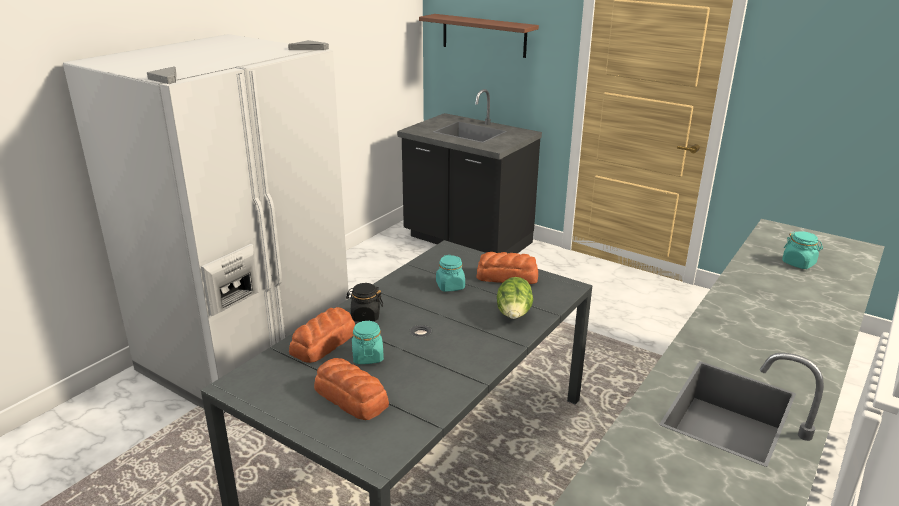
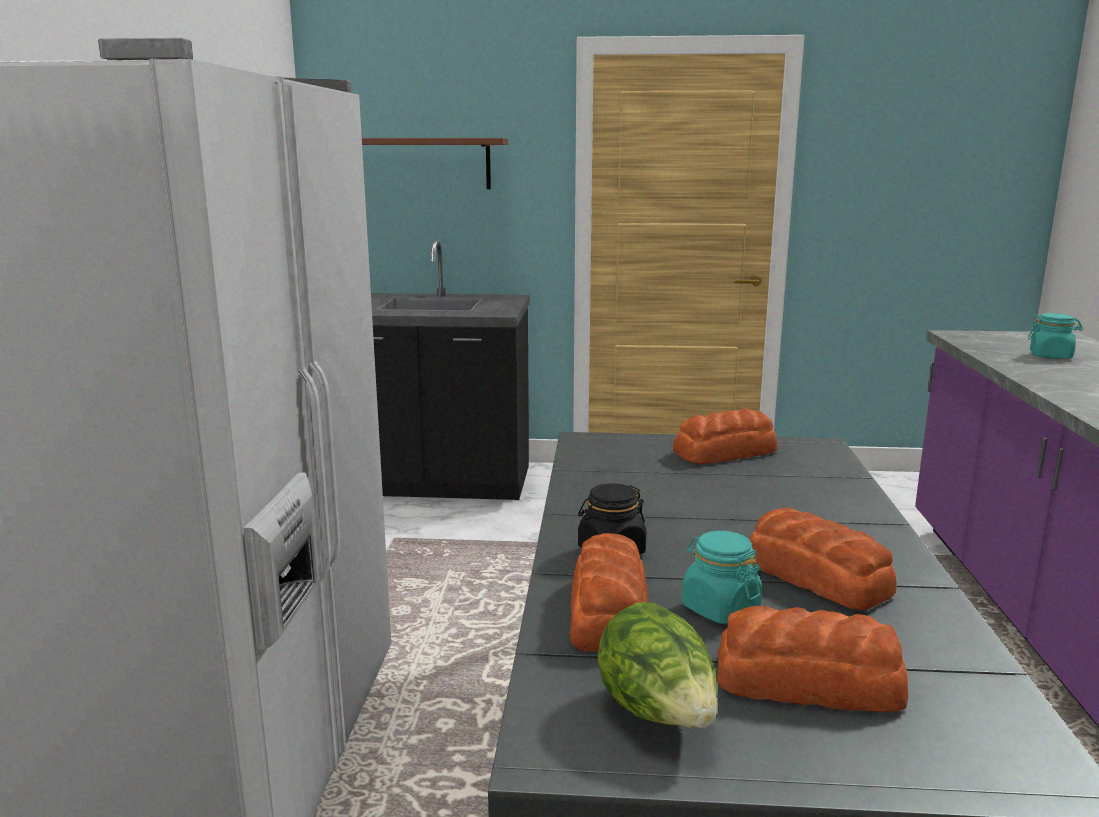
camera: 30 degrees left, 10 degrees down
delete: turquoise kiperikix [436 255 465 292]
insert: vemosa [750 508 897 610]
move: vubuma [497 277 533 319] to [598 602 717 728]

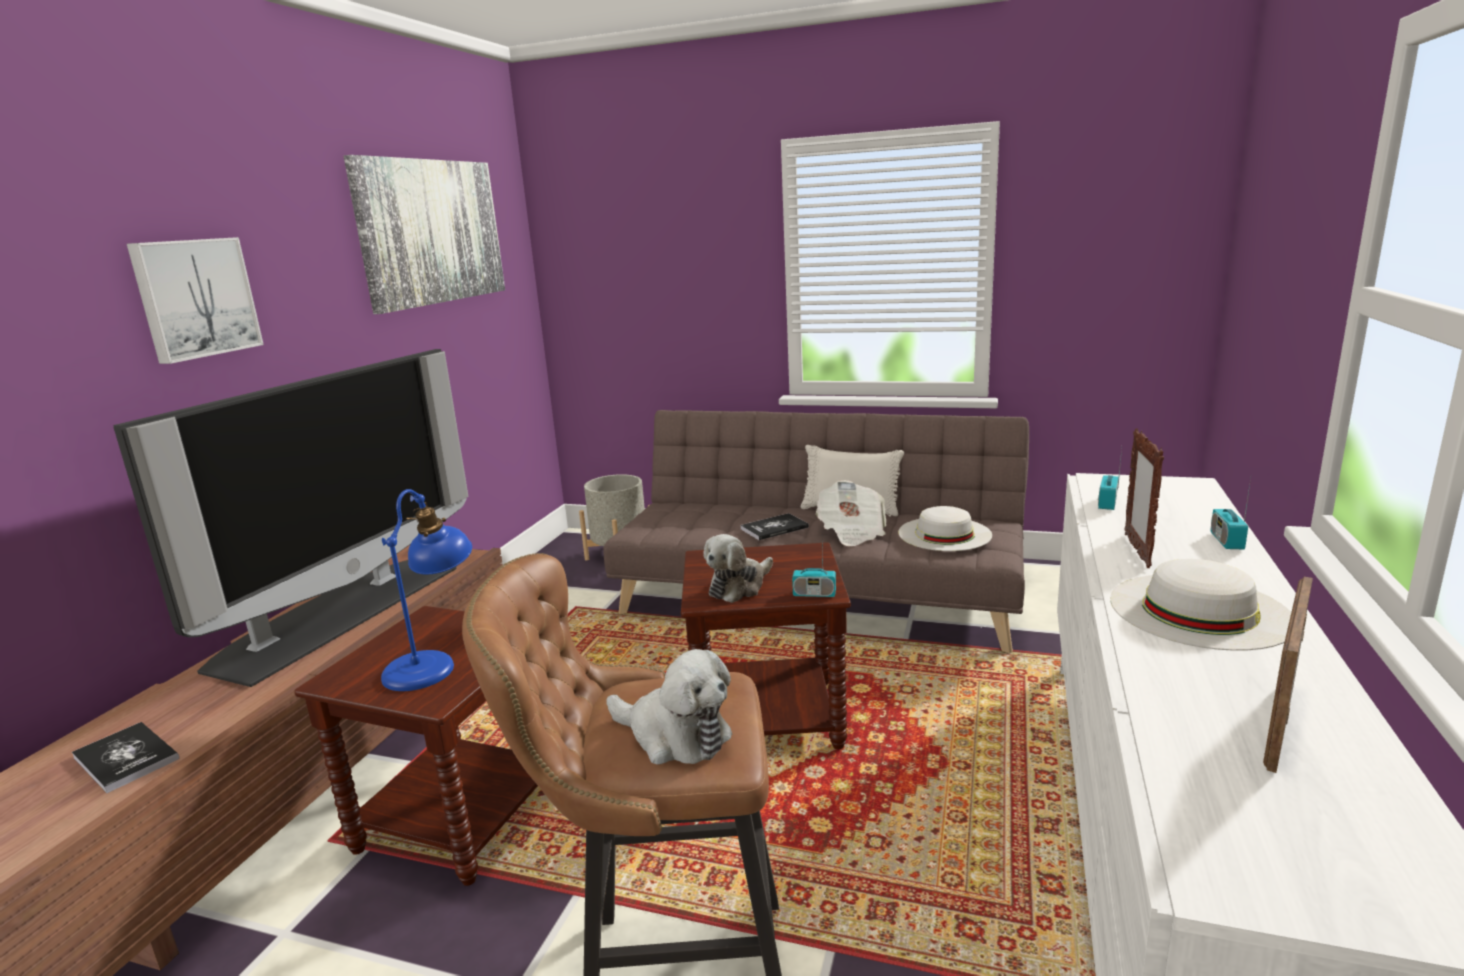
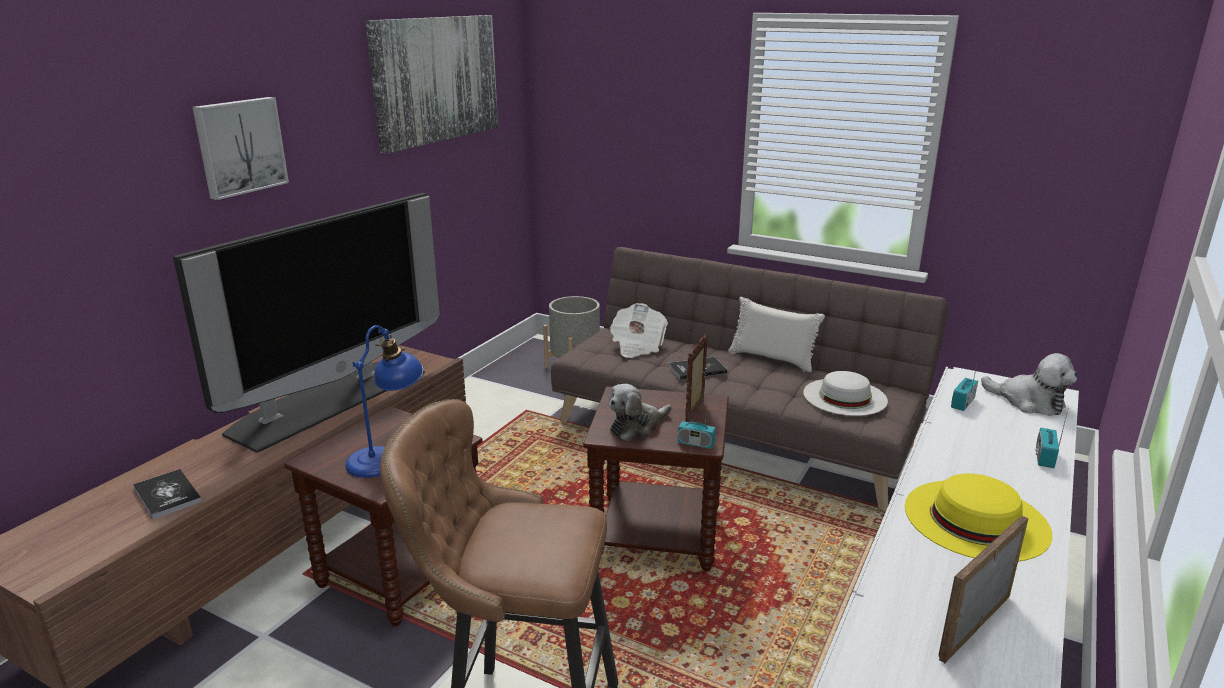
camera: 10 degrees right, 5 degrees up
move: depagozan [606 649 733 765] to [981 353 1077 416]; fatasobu [816 480 886 547] to [609 303 668 358]; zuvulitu [1124 428 1164 568] to [685 332 708 422]
recolor: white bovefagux [1110 559 1291 651] to yellow bovefagux [905 473 1053 562]

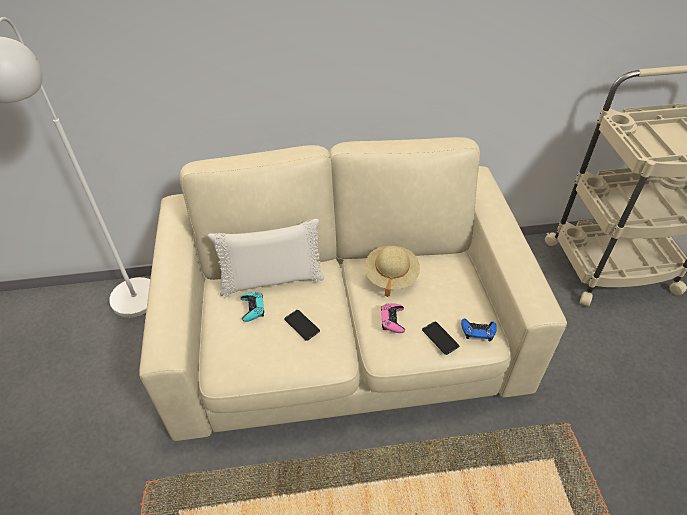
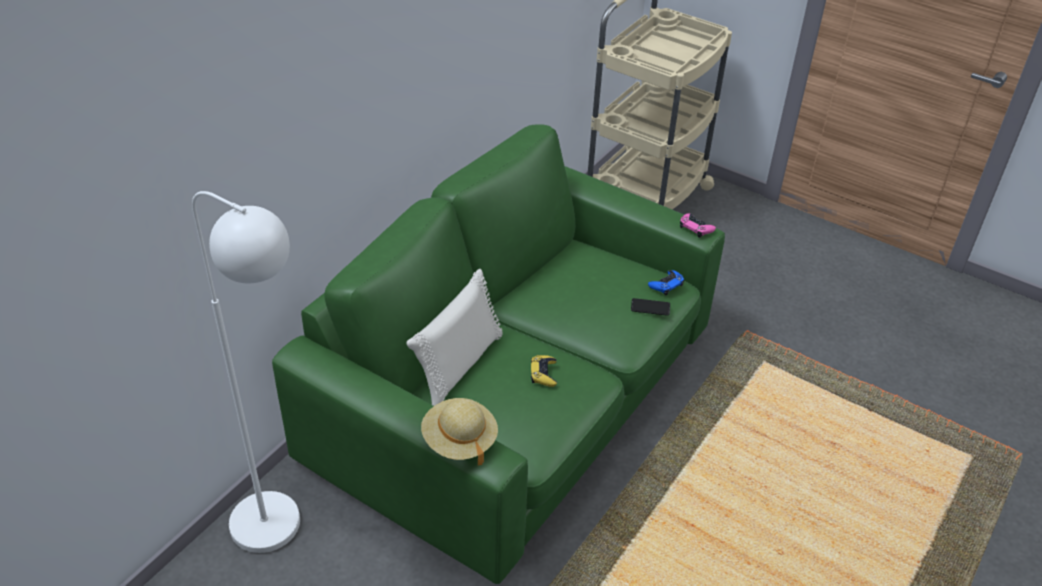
camera: 50 degrees left, 5 degrees down
delete: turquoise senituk [241 292 264 322]
move: beige bovefagux [365 246 420 297] to [421 398 498 465]; pink senituk [381 304 405 333] to [680 213 716 238]
replace: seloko [284 310 320 341] to yellow senituk [531 355 557 387]
recolor: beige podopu [139 137 567 441] to green podopu [272 124 725 584]

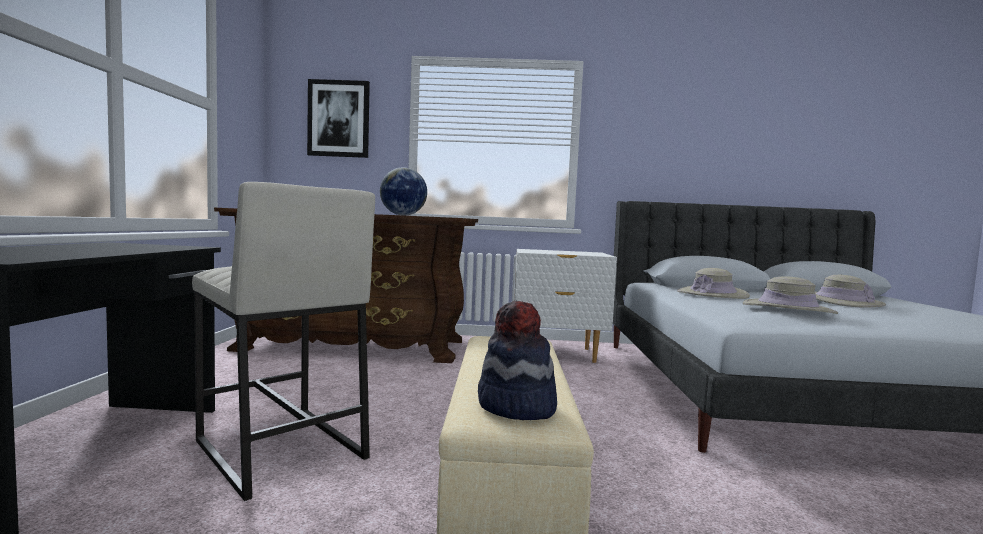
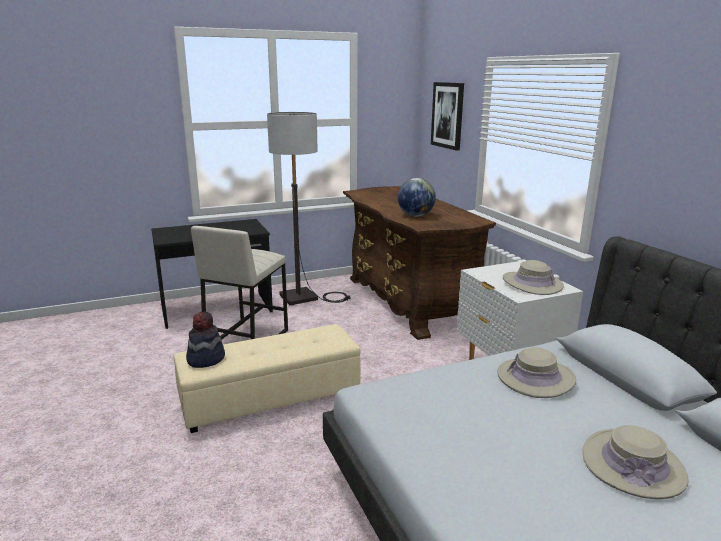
camera: 65 degrees right, 15 degrees up
insert: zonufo [267 112 351 305]
move: beige bovefagux [743 276 838 314] to [503 260 564 295]

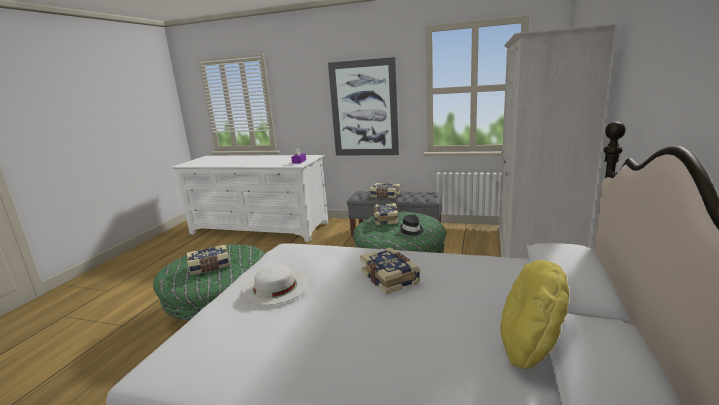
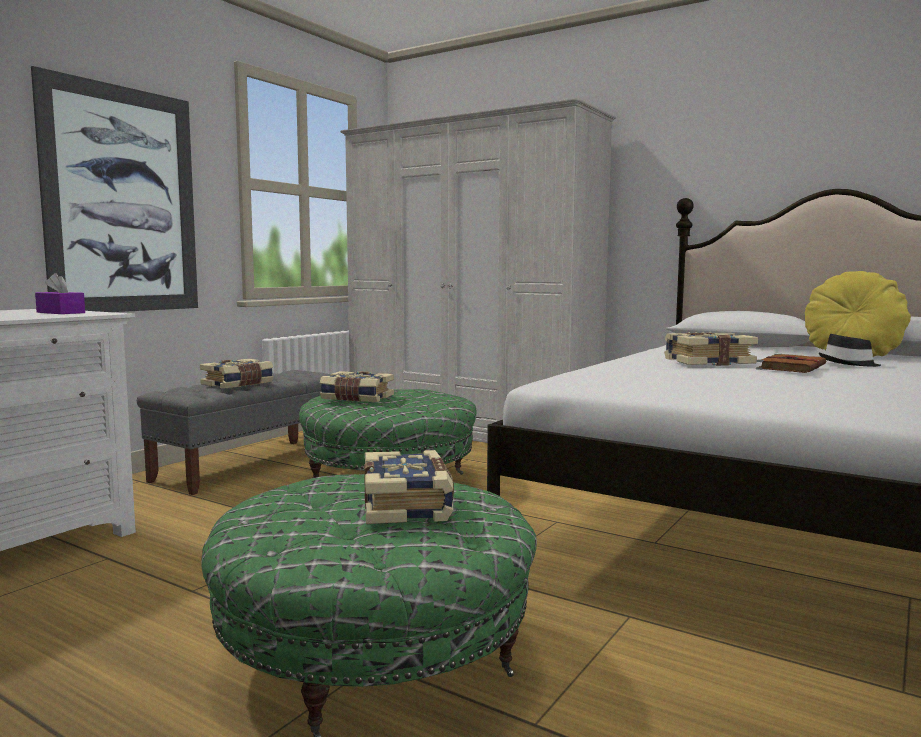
camera: 75 degrees left, 10 degrees down
delete: white bovefagux [241 265 309 305]
insert: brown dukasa [756 353 826 373]
move: black bovefagux [400 215 423 236] to [819 334 881 367]

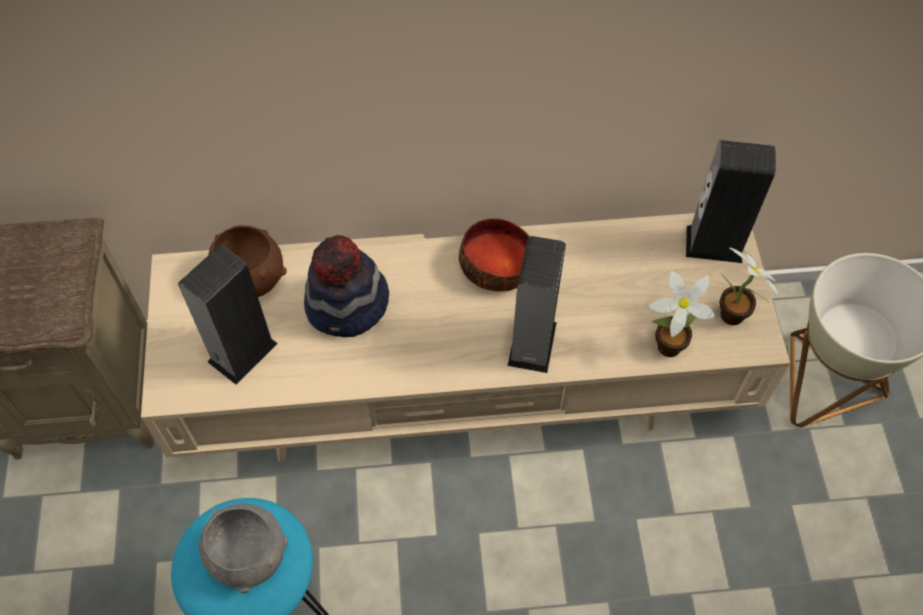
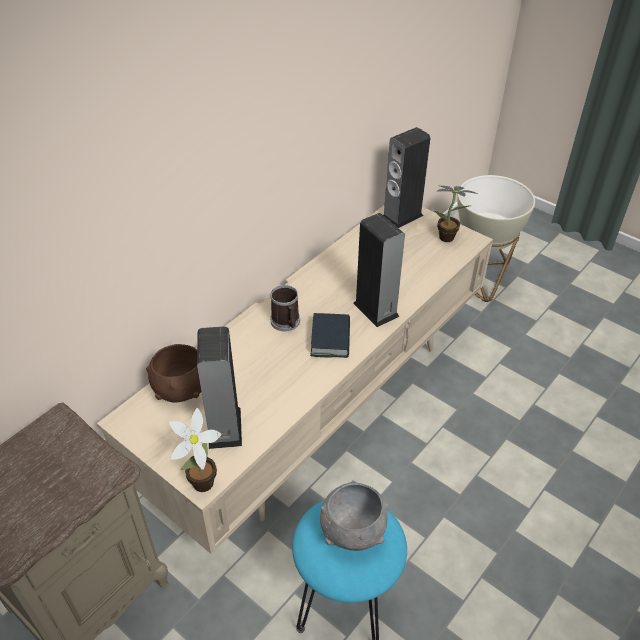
camera: 45 degrees left, 15 degrees down
delete: bovefagux [304 235 389 337]; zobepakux [459 218 529 292]
insert: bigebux [270 285 300 332]; dukasa [310 313 350 358]
move: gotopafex [648 271 715 357] to [169 408 221 492]

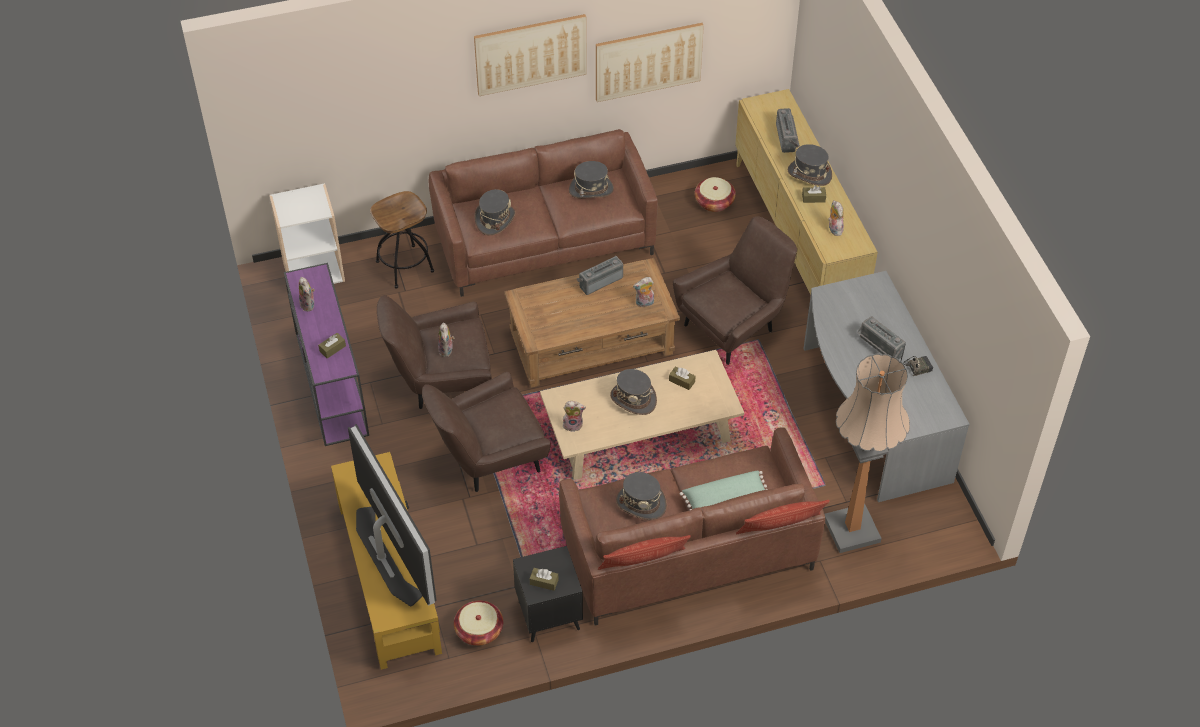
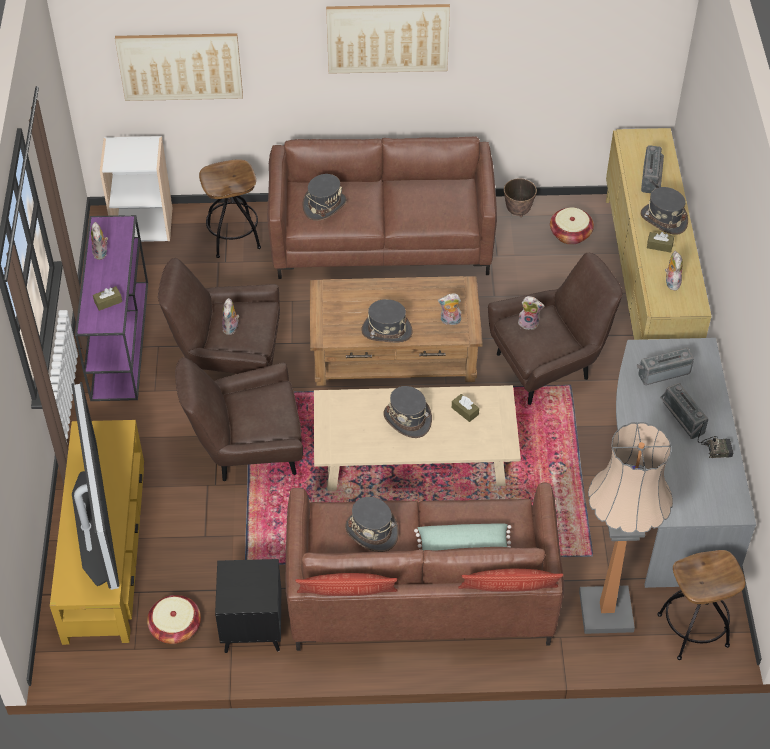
camera: 15 degrees right, 0 degrees up
delete: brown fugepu [530 568 559 591]
insert: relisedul [504 178 537 217]; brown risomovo [658 550 745 660]
move: depagozan [563 401 586 432] to [518 296 544 330]; grey bovefagux [569 161 614 199] to [361 299 413 343]; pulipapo [577 256 623 295] to [637 347 694 385]; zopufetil [596 23 704 102] to [115 33 243 101]

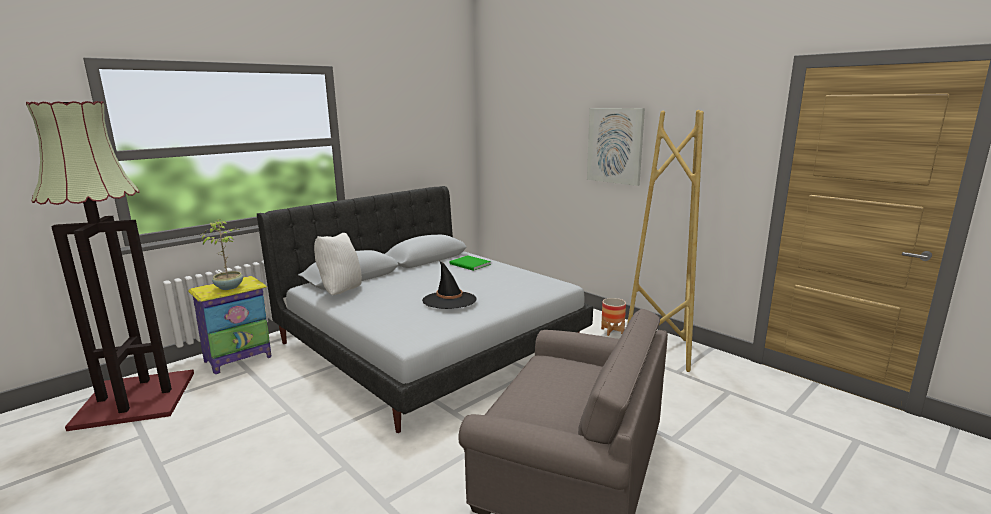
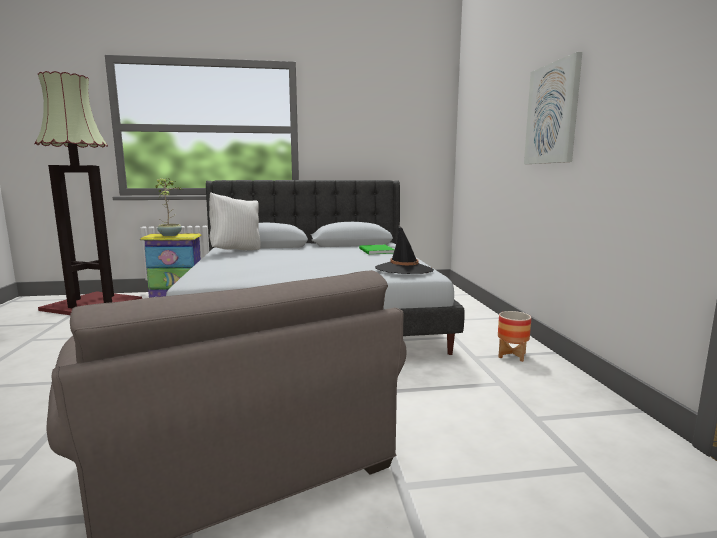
camera: 35 degrees right, 5 degrees down
delete: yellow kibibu [627 110 704 372]
move: black bovefagux [422 261 477 309] to [375 225 434 274]

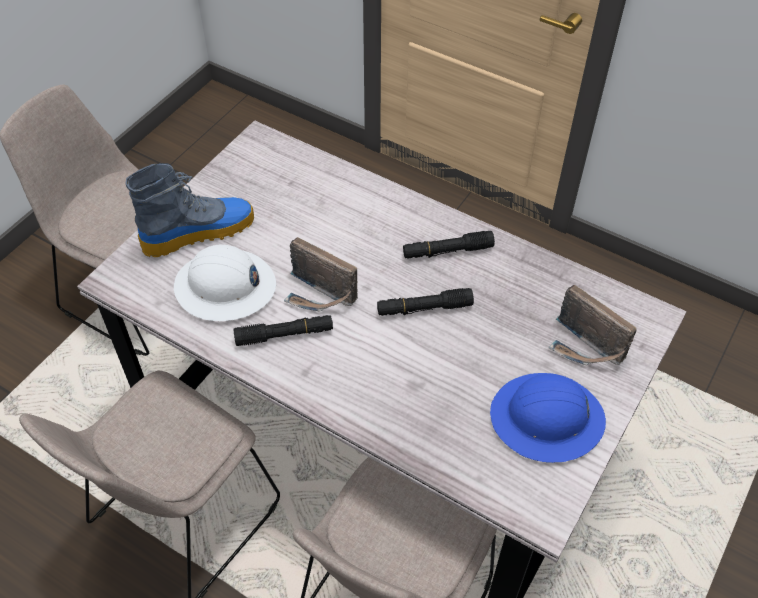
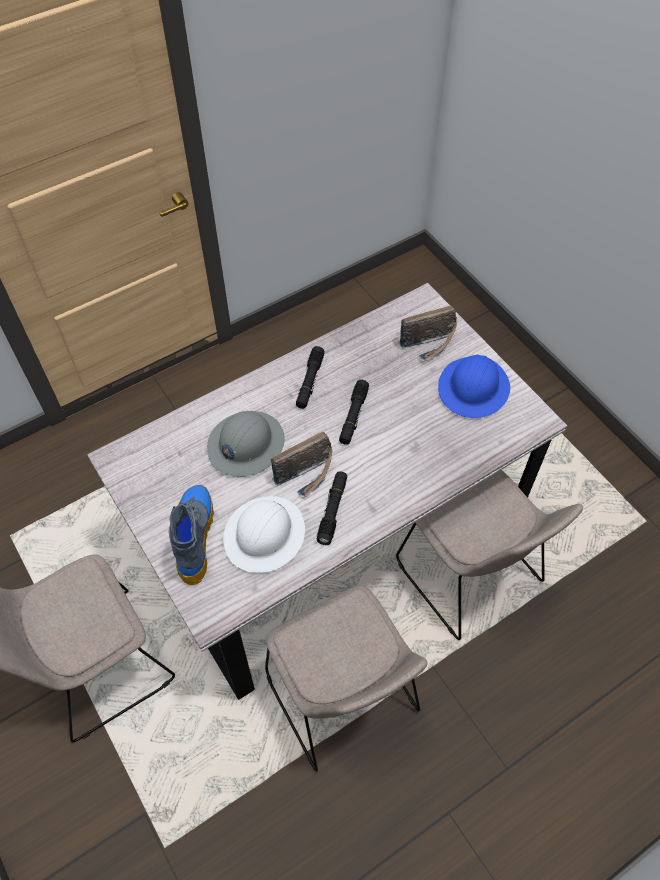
camera: 65 degrees left, 5 degrees up
insert: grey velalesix [207 411 285 477]

